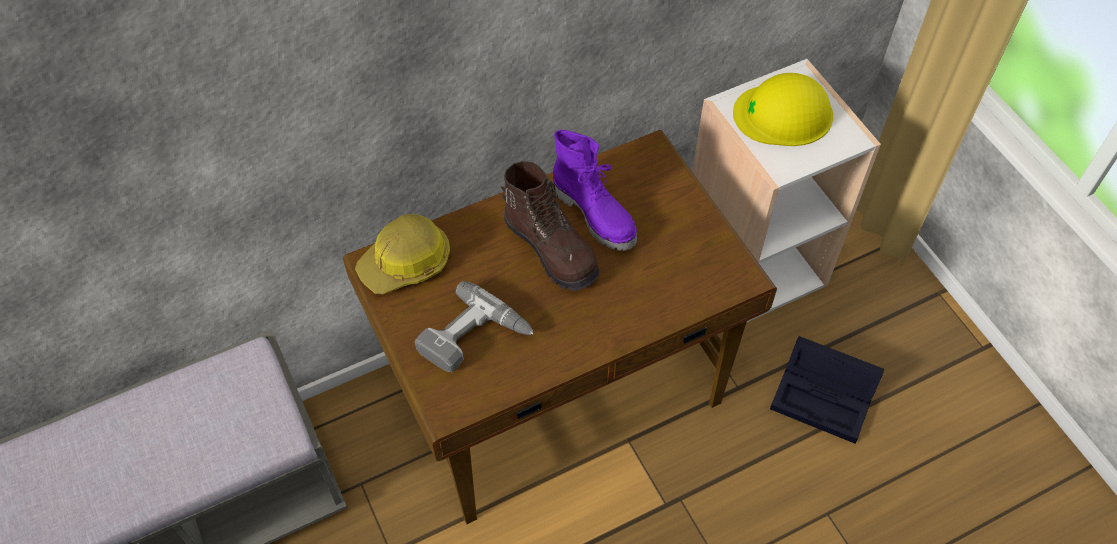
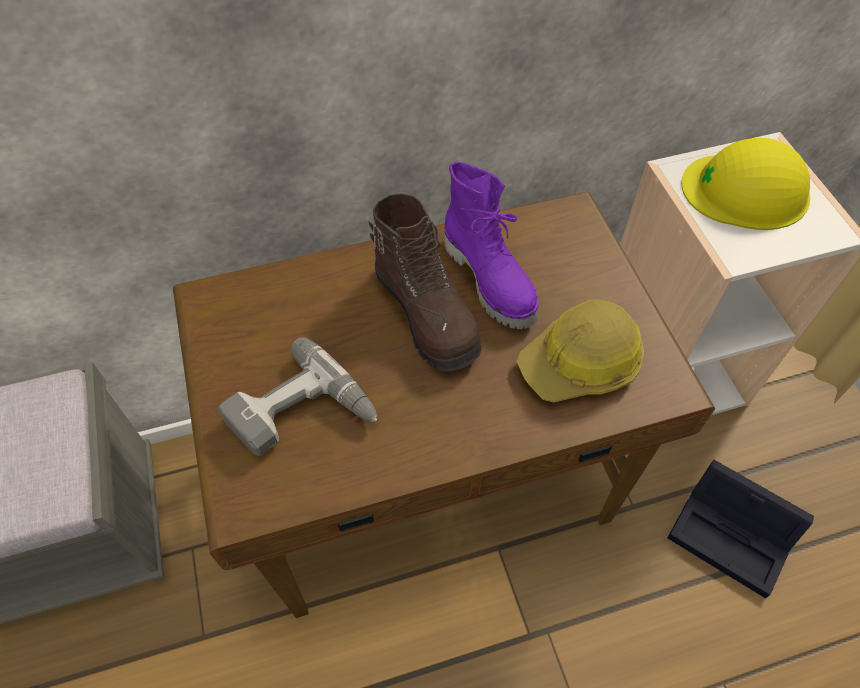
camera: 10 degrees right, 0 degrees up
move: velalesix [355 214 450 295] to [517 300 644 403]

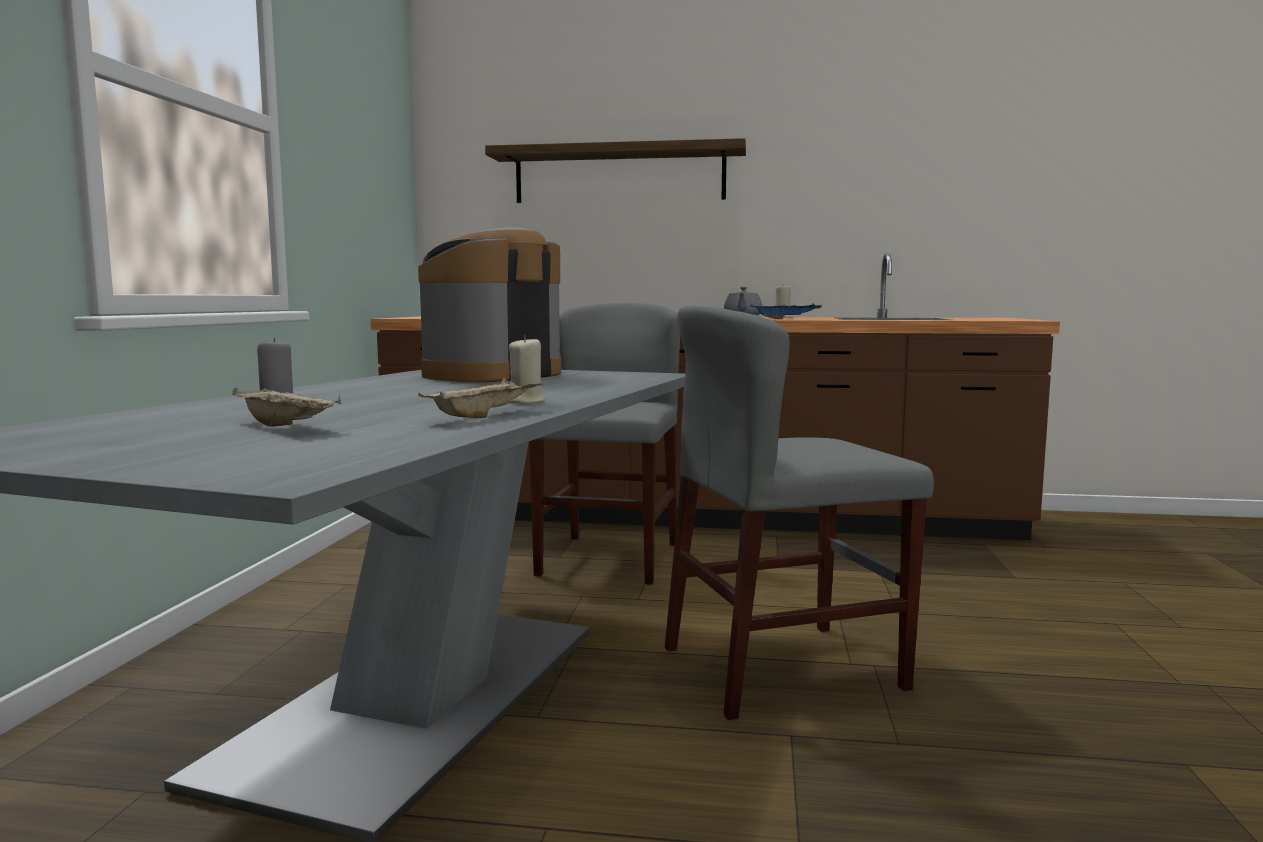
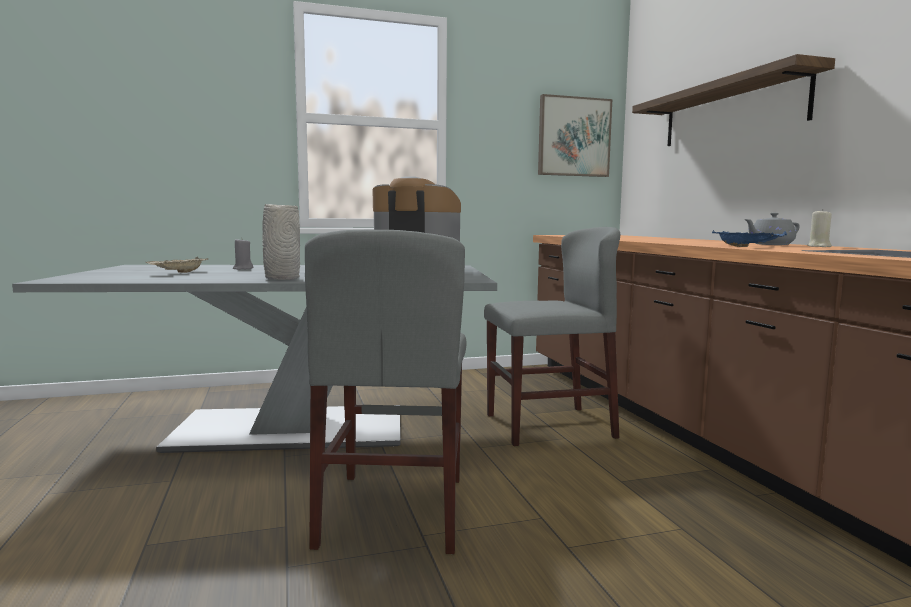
camera: 65 degrees right, 0 degrees up
delete: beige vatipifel [418 378 543 418]
insert: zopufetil [538 94 612 177]
replace: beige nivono [509 336 545 404] to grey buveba [262 204 300 280]
rotate: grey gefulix [665 306 934 720] = [305 229 466 554] 135 degrees counterclockwise

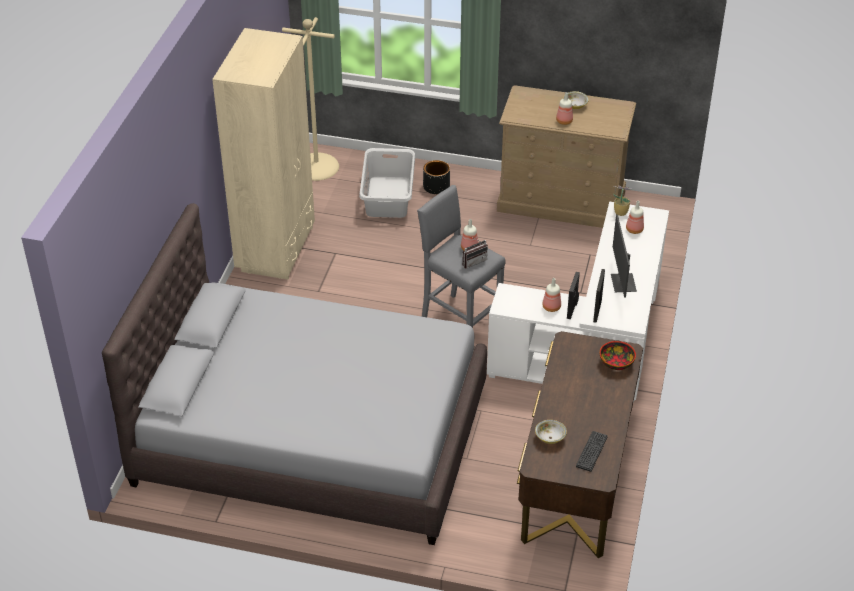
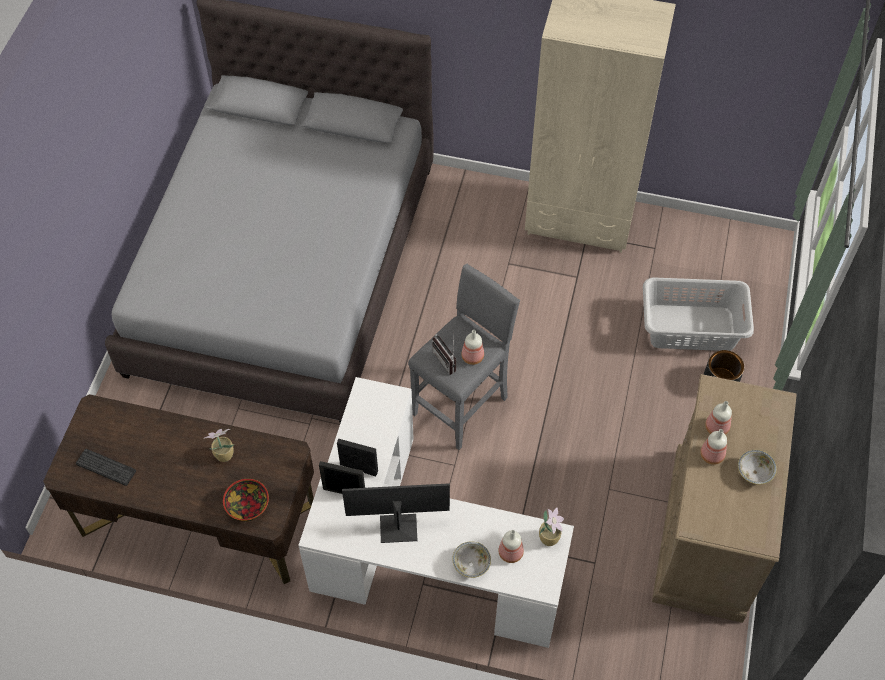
camera: 90 degrees right, 15 degrees up
delete: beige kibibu [282 17 339 181]
insert: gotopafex [203 429 234 462]
move: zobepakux [535 420 567 444] to [452 541 491 578]; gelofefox [542 278 561 312] to [705 401 732 435]

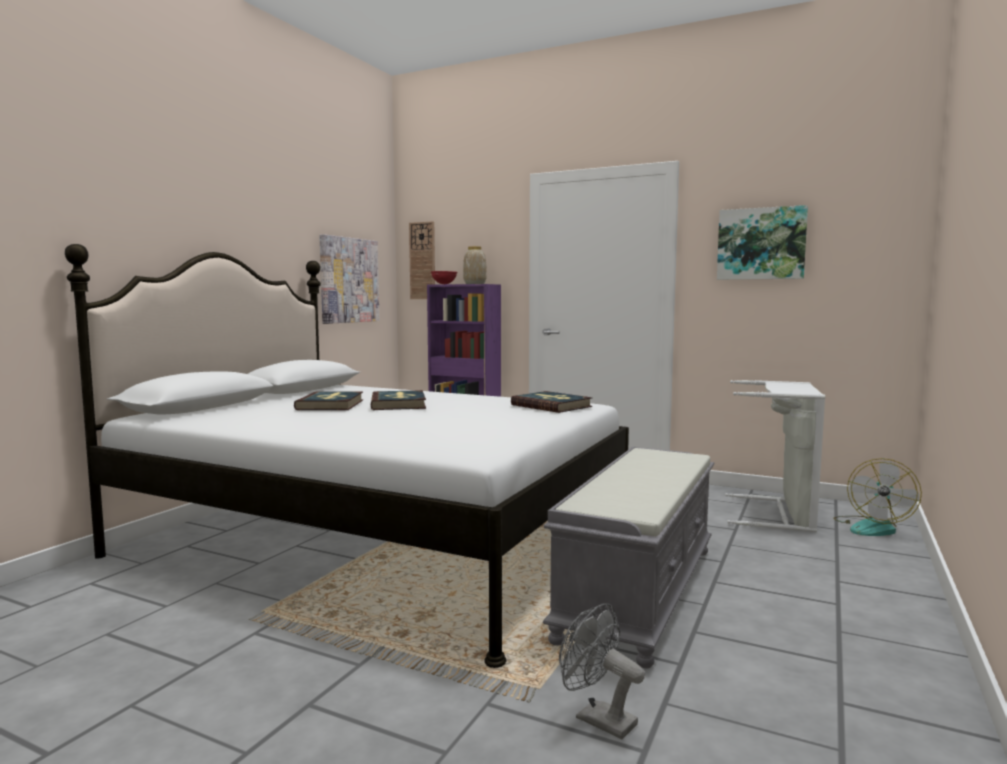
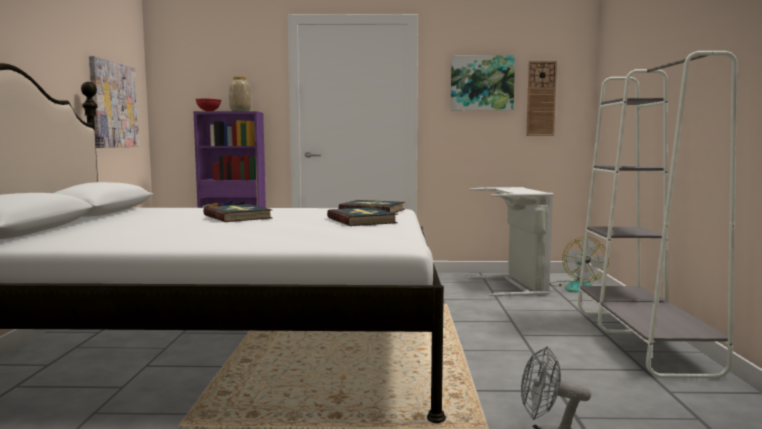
camera: 25 degrees left, 0 degrees up
delete: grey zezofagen [543 447 715 668]
insert: grey kibibu [578 51 737 378]
move: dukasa [294 391 363 410] to [327 207 398 226]; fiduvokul [409 221 435 299] to [526 61 557 136]

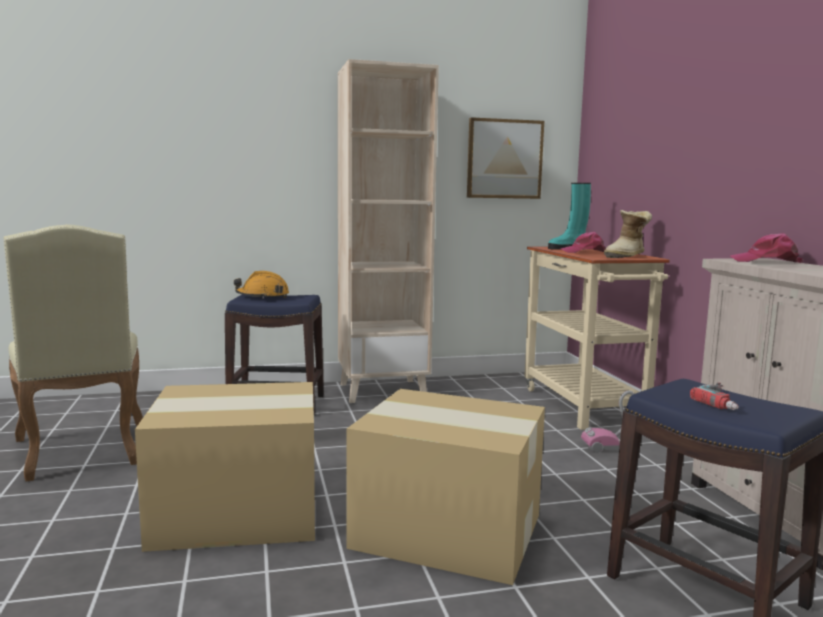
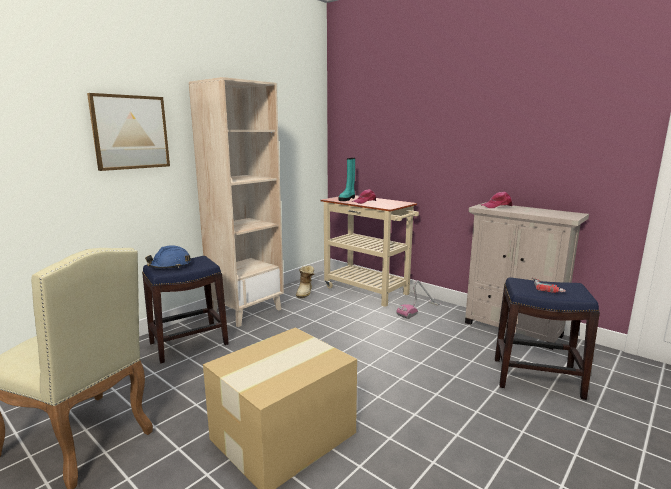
camera: 35 degrees left, 5 degrees up
delete: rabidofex [346 389 545 585]
move: zopufetil [467 117 544 199] to [87 93 170 171]; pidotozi [604 210 652 258] to [296 265 315 298]
recolor: orange velalesix [234 271 289 298] to blue velalesix [145 245 191 268]

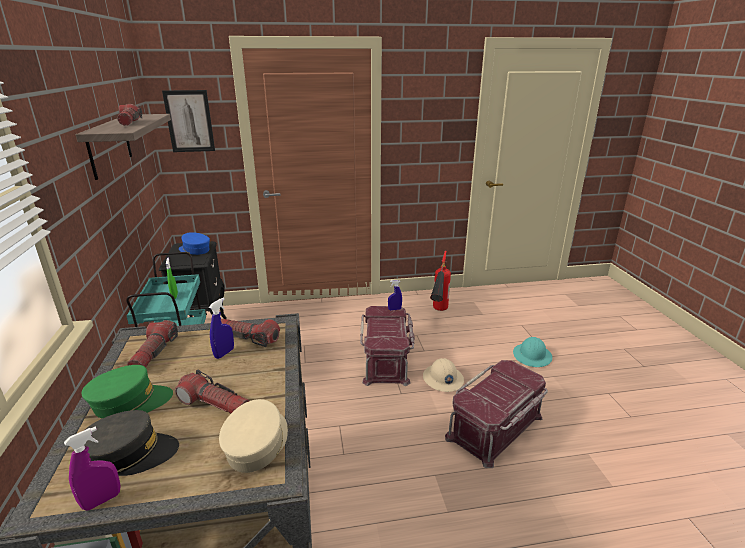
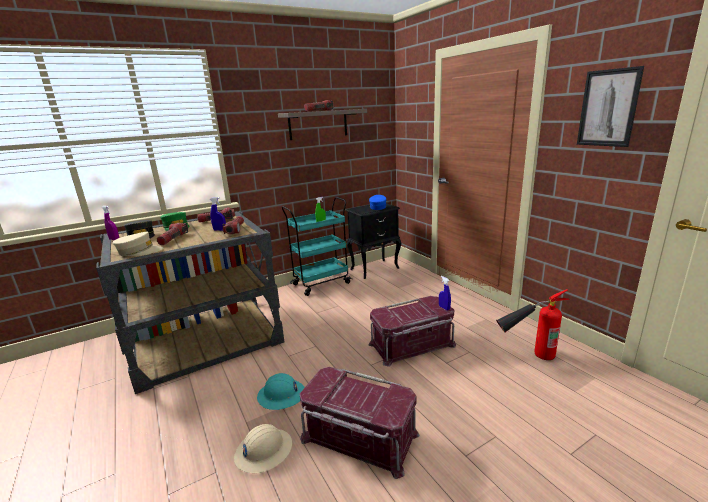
camera: 70 degrees right, 5 degrees down
move: zopufetil [162 90 215 152] to [577 66 644 147]; beige velalesix [423 358 464 392] to [234 424 292 473]; turquoise velalesix [513 337 552 367] to [257 373 305 410]

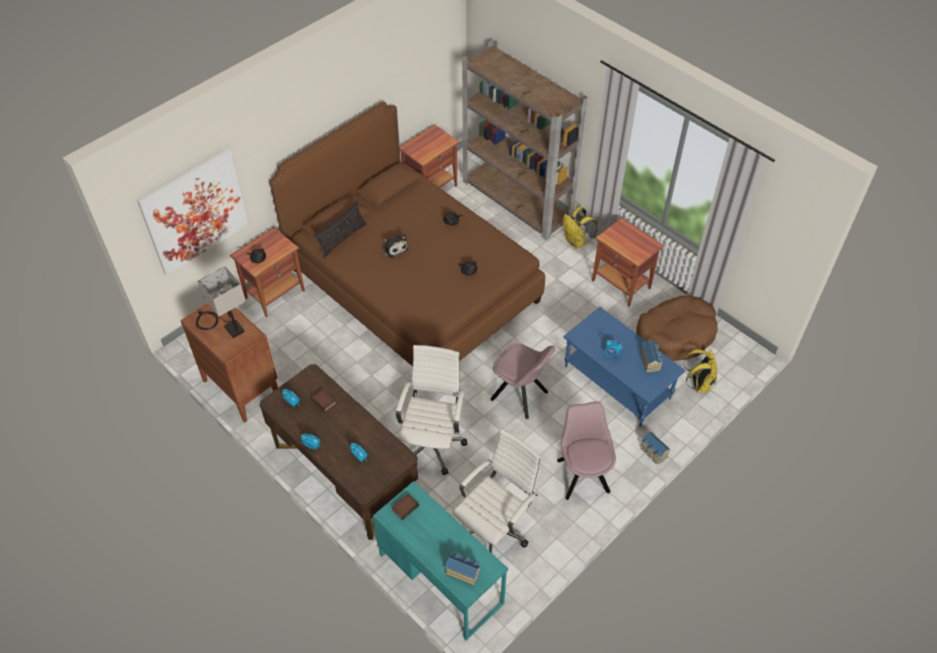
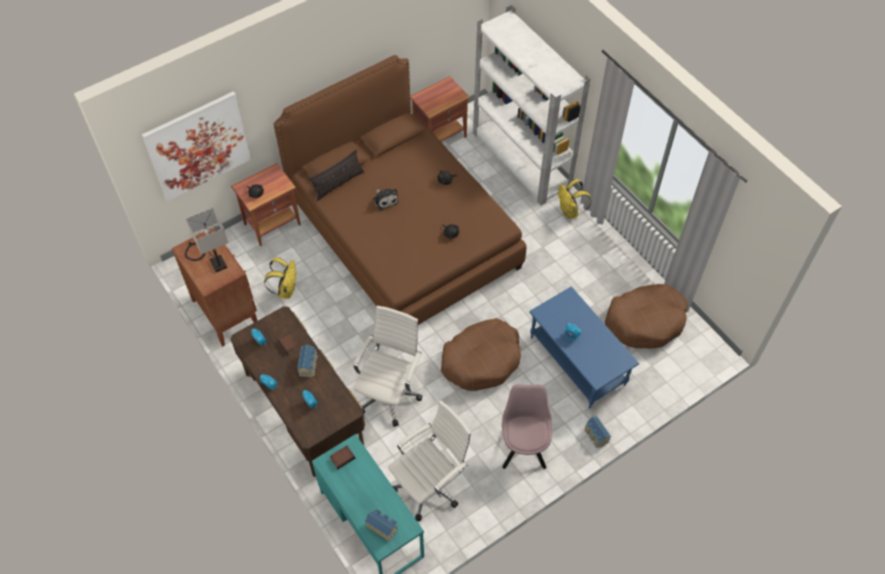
camera: 10 degrees right, 5 degrees up
delete: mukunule [592 217 664 307]
move: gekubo [641 339 663 373] to [297 344 318 377]; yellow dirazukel [684 349 717 393] to [264 257 296 298]
replace: pink gefulix [490 343 555 419] to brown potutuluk [441 318 521 391]
recolor: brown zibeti [462 40 587 240] to white zibeti [473 5 590 206]

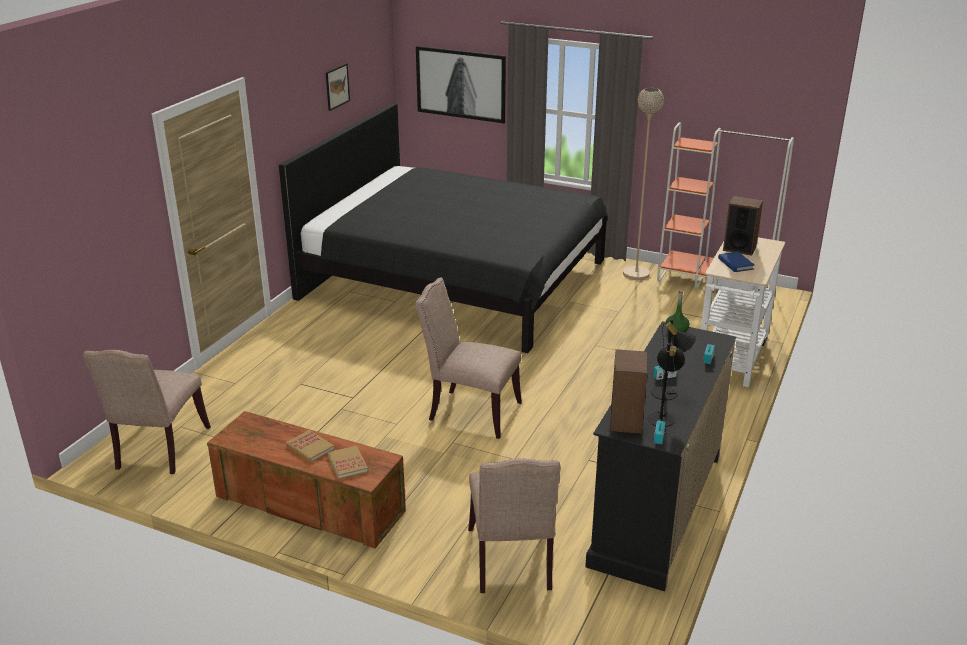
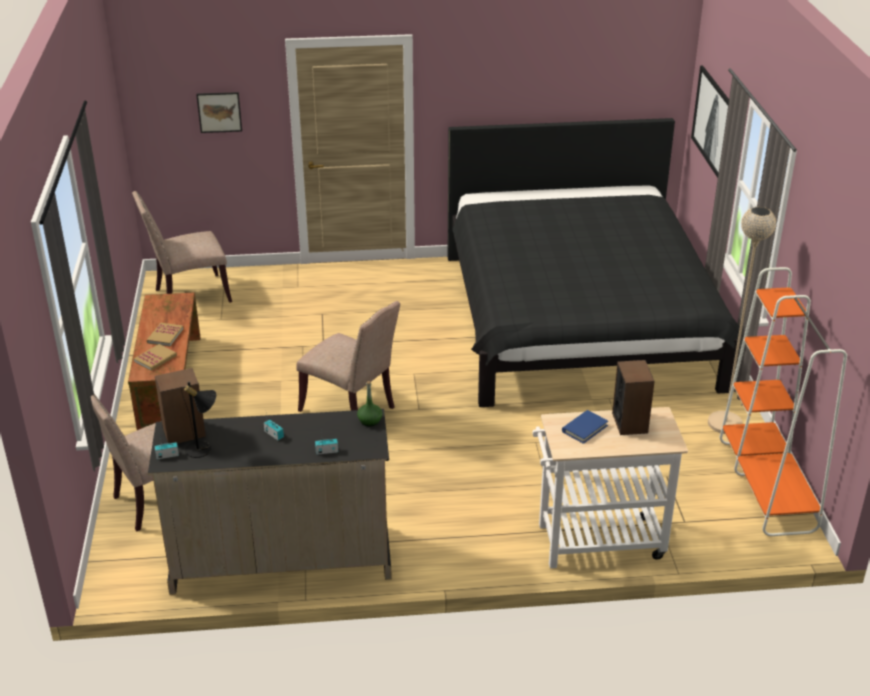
camera: 60 degrees right, 5 degrees up
delete: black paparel [651 319 696 400]
move: zopufetil [326 64 350 111] to [196 92 242 133]
rotate: beige gefulix [415 277 522 439] = [296 301 400 412] 135 degrees clockwise

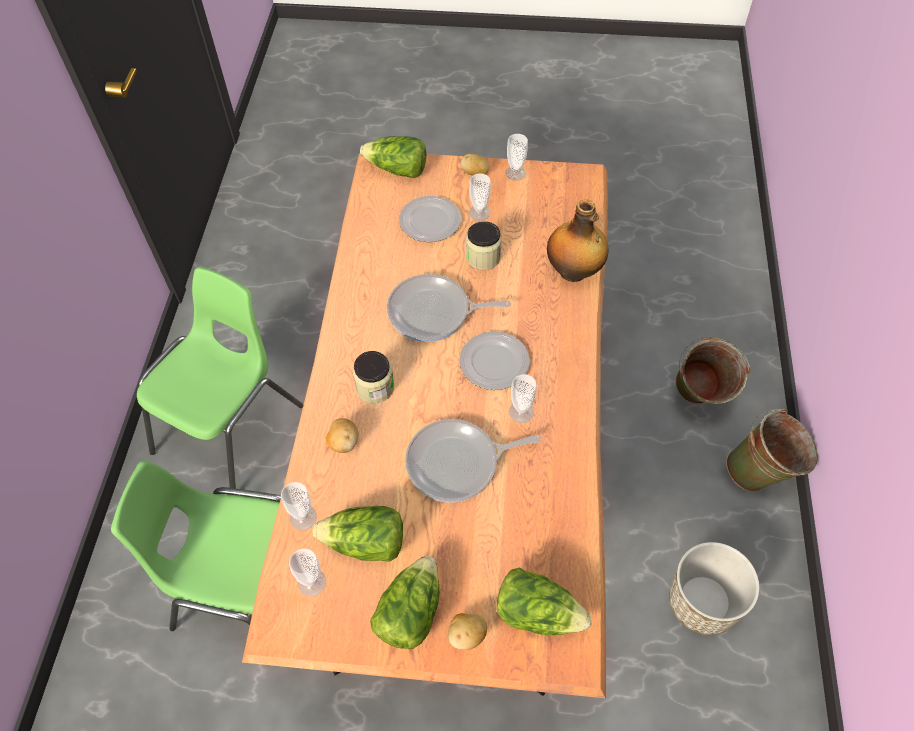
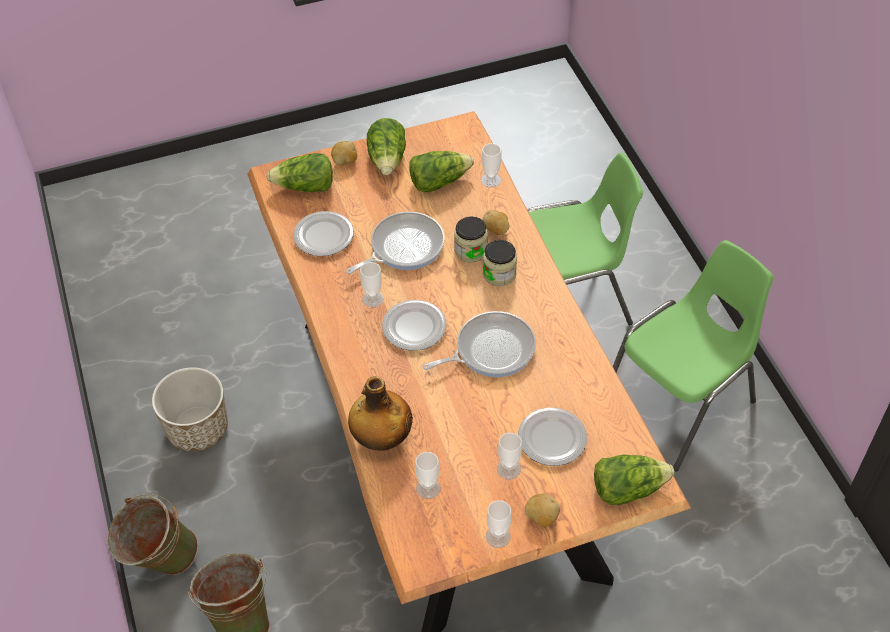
camera: 155 degrees right, 5 degrees down
insert: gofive [293 211 354 256]
move: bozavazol [289 548 326 596] to [415 452 441 499]; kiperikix [466 221 502 270] to [454 216 488 262]
rotate: green gefulix [137 266 303 489] = [613 240 773 472] 135 degrees counterclockwise

